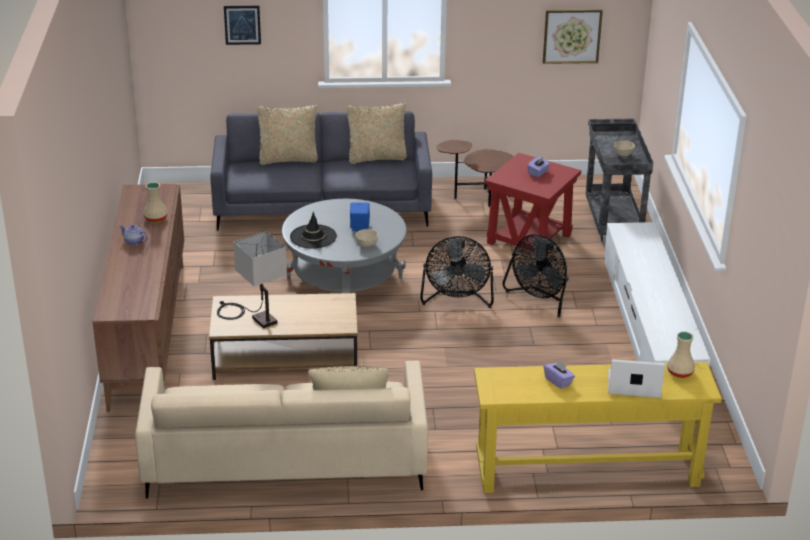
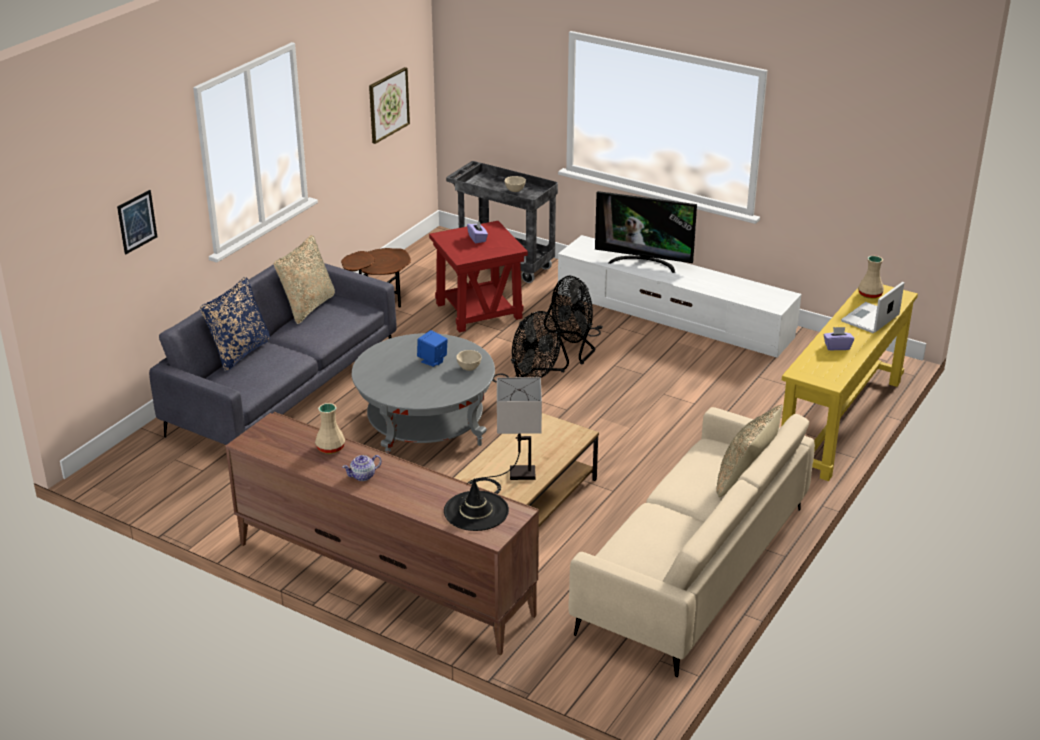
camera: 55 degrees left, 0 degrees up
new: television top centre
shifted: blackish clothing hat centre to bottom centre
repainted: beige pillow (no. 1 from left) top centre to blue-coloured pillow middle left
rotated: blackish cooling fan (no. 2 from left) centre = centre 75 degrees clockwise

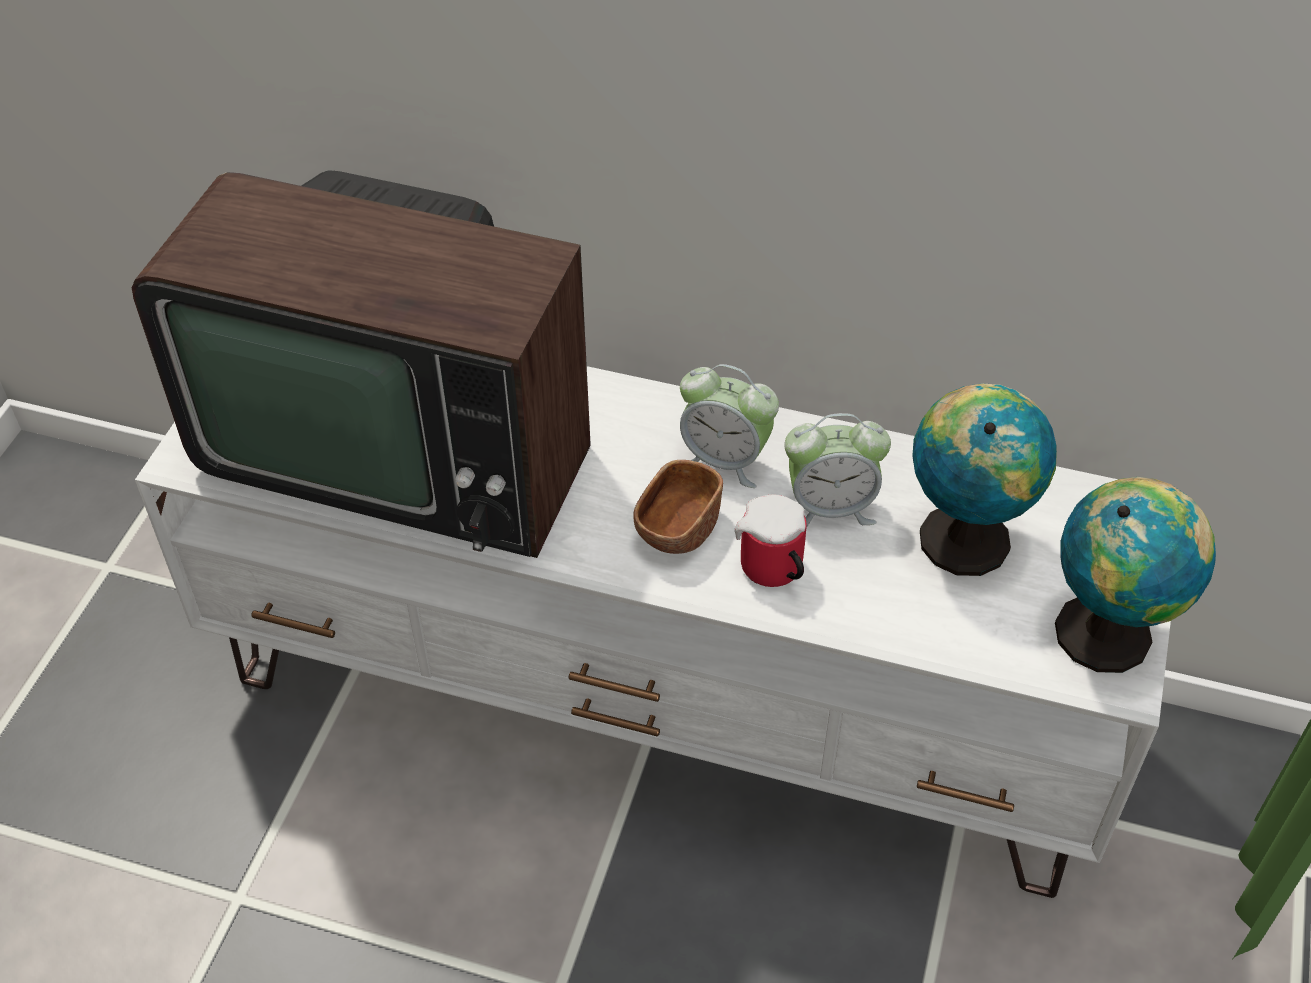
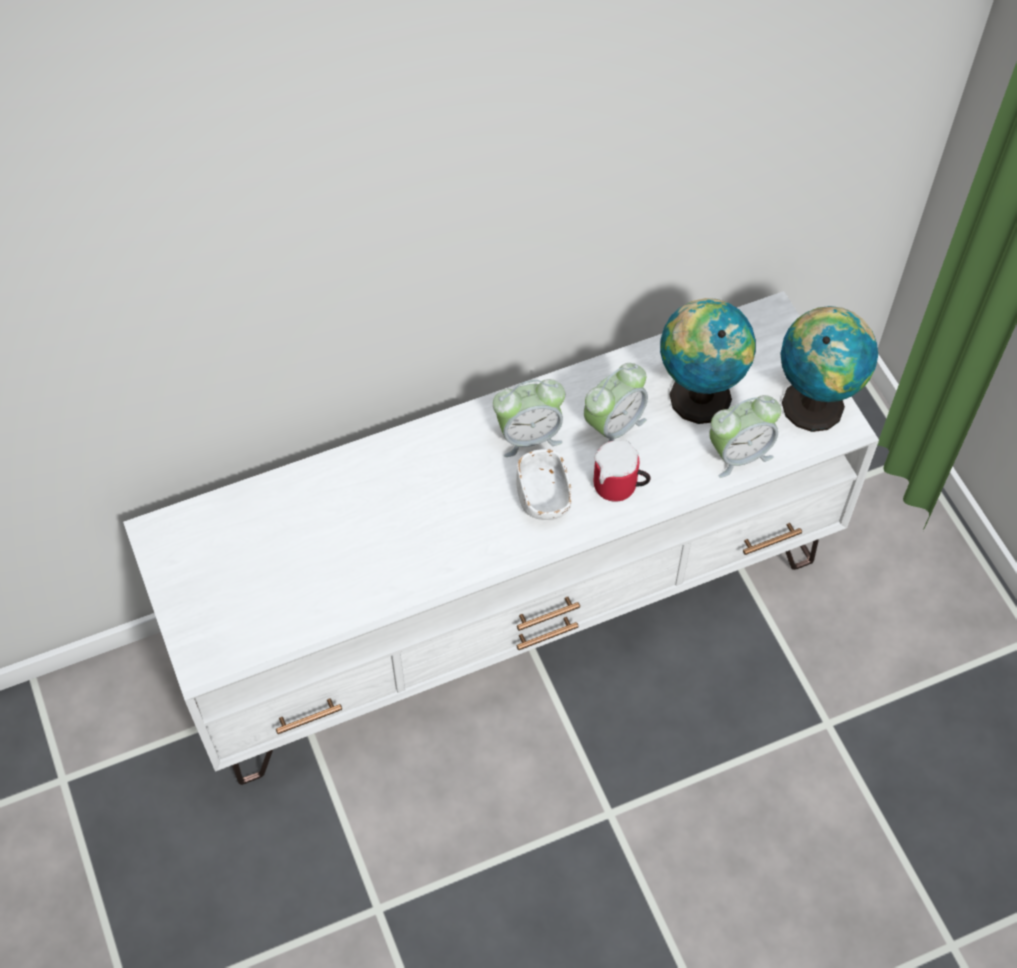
camera: 40 degrees left, 10 degrees up
gone: television middle left
new: bedside clock (no. 3 from left) middle right
repainted: brown deep dish centre to white-coloured deep dish centre

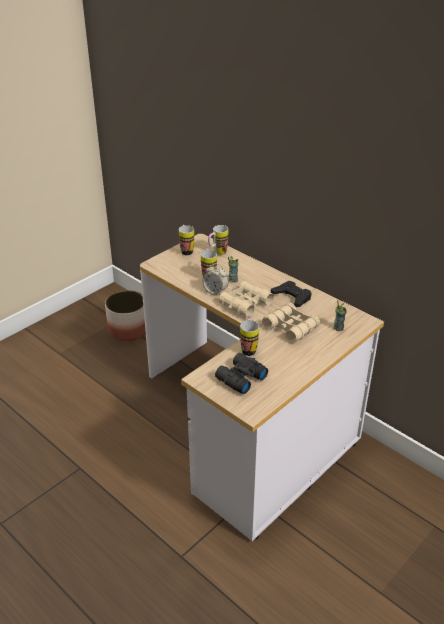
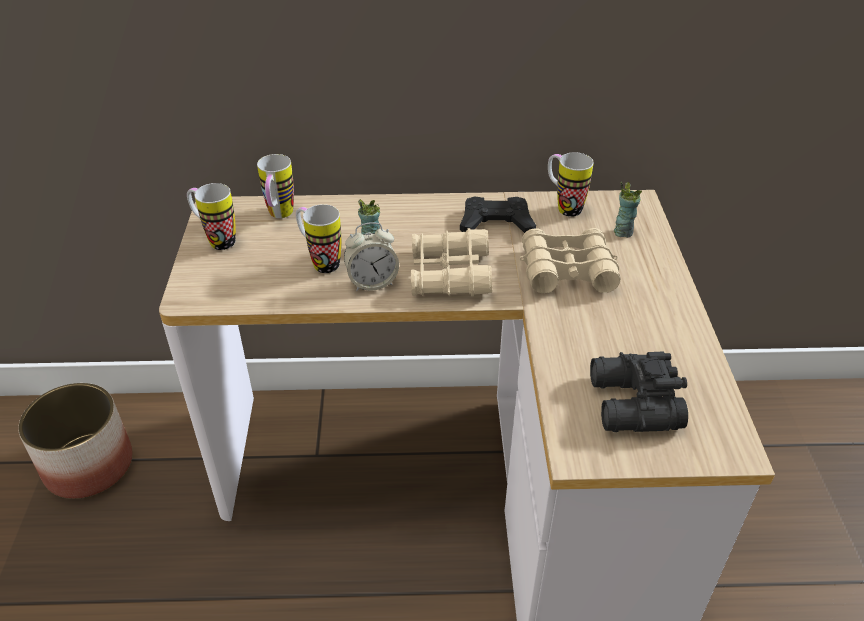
camera: 45 degrees left, 5 degrees up
shifted: mug (no. 4 from left) centre to top centre

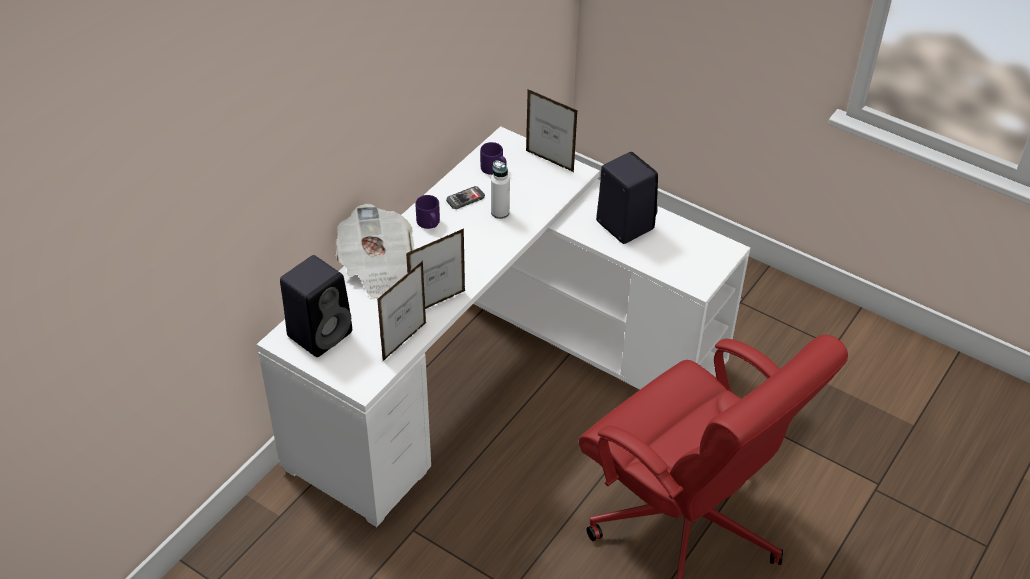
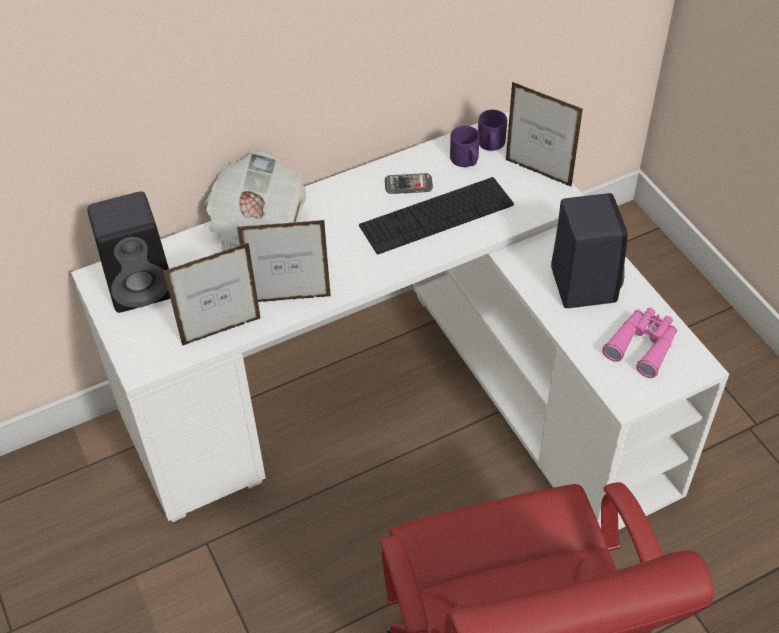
camera: 30 degrees right, 5 degrees up
new: pink-coloured pair of binoculars middle right
shifted: purplish mug (no. 1 from left in the first image) centre to purplish mug (no. 2 from left) top centre
swapped: white-coloured beverage bottle top centre to keyboard centre
rotated: standing frame (no. 3 from left) top centre = top right 150 degrees clockwise

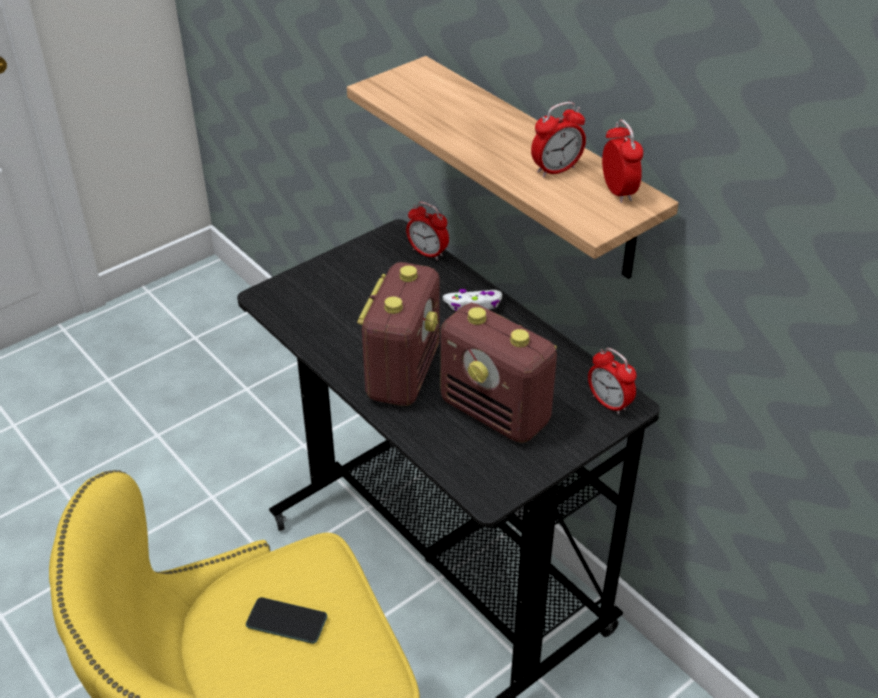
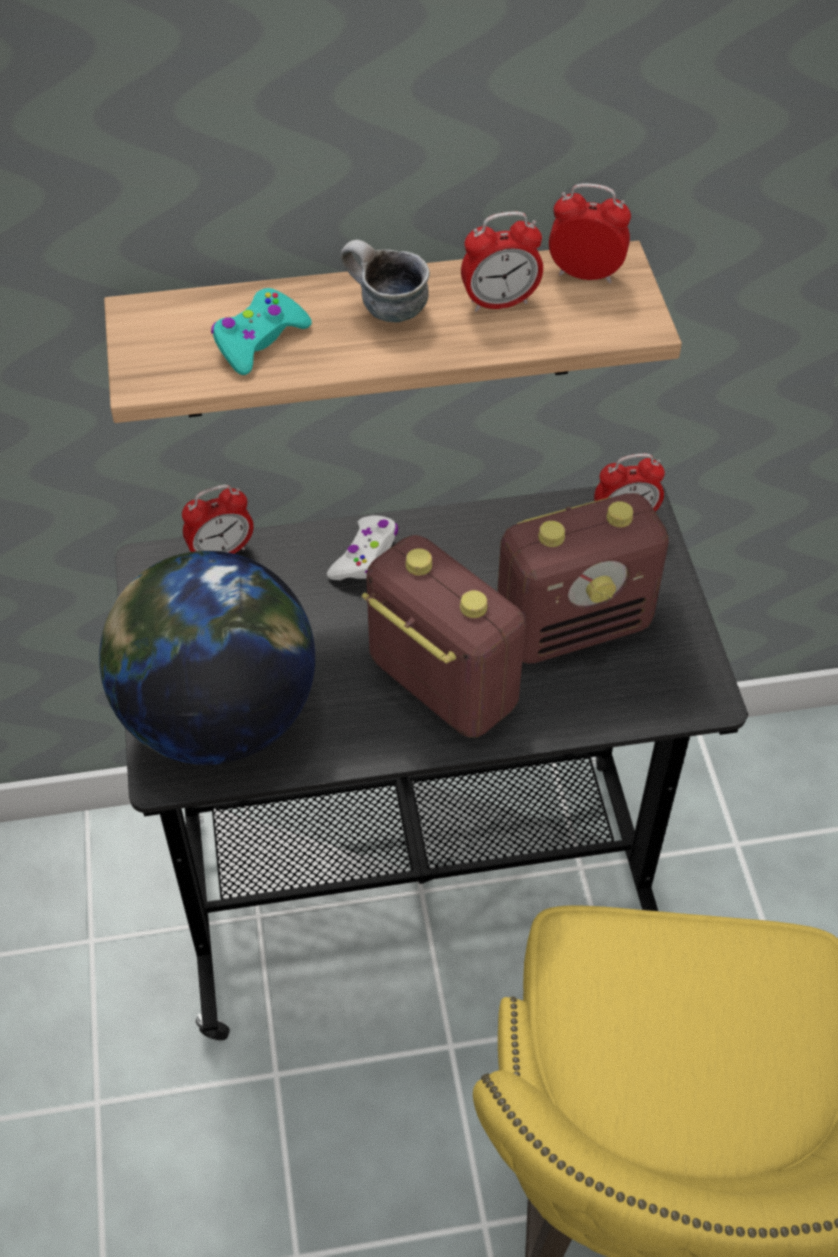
camera: 60 degrees left, 10 degrees up
gone: handset bottom left
new: world globe middle left; turquoise game controller top left; mug top centre
rotated: bedside clock (no. 2 from left) top centre = top centre 75 degrees clockwise

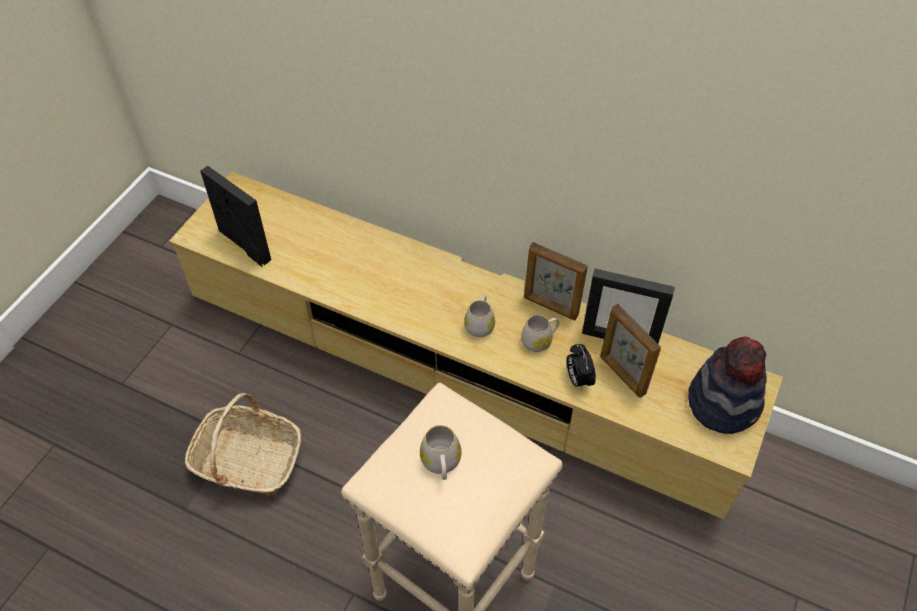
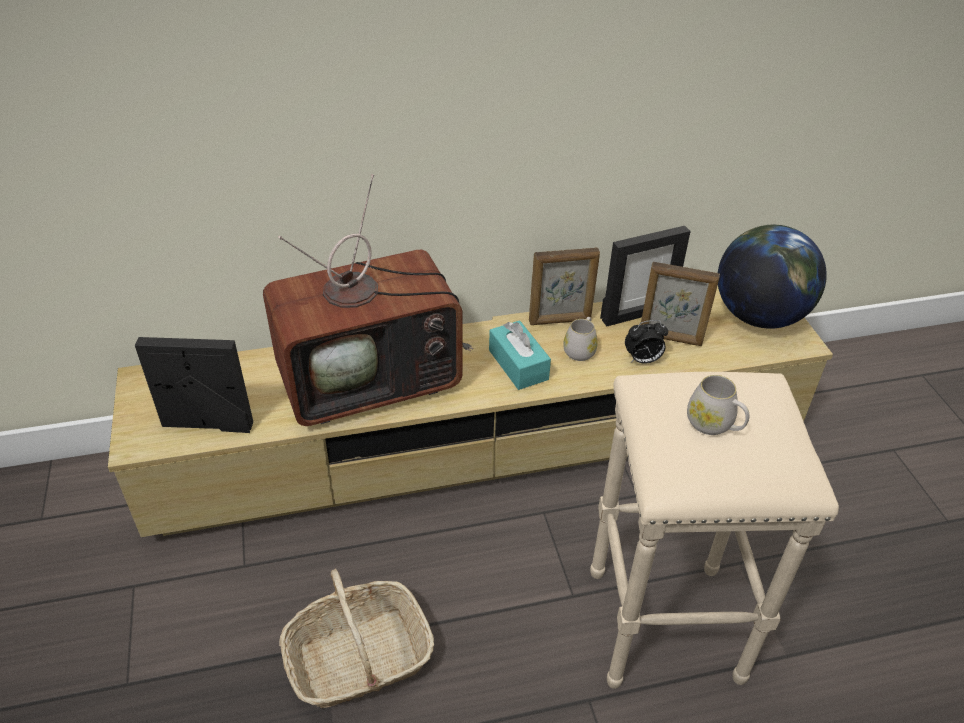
camera: 40 degrees left, 10 degrees down
new: television centre
swapped: white-coloured mug (no. 2 from left) centre to turquoise tissue box centre; clothing hat middle right to world globe middle right
rotated: bedside clock centre = middle right 45 degrees counterclockwise

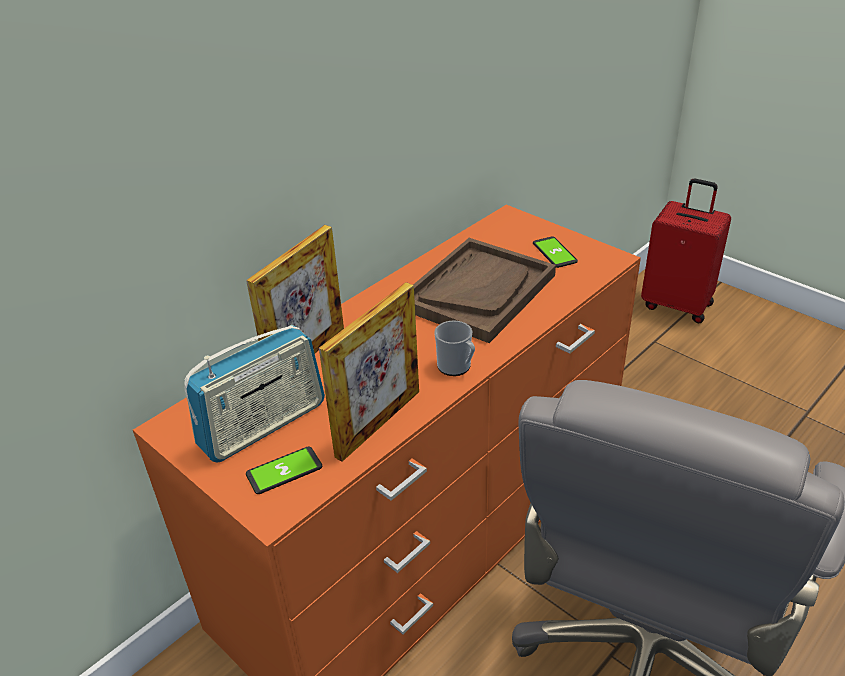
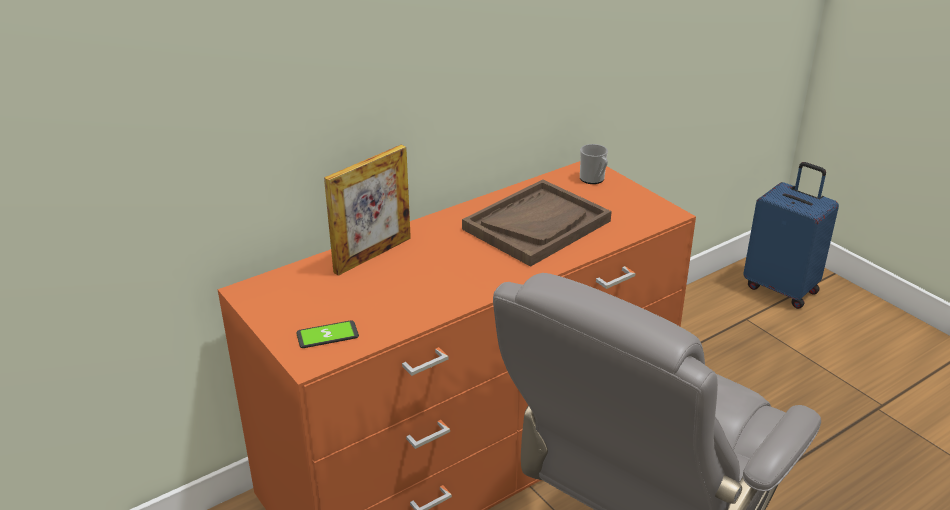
camera: 10 degrees right, 5 degrees down
gone: radio middle left; standing frame (no. 2 from left) centre; handset (no. 2 from left) centre
shifted: mug centre to top centre
repainted: red piece of luggage middle right to blue-coloured piece of luggage middle right

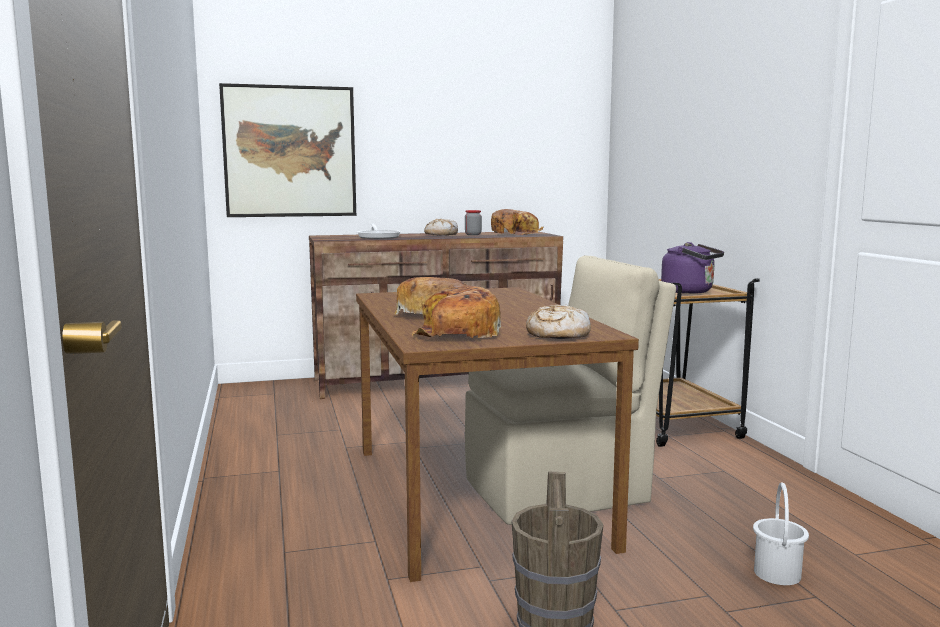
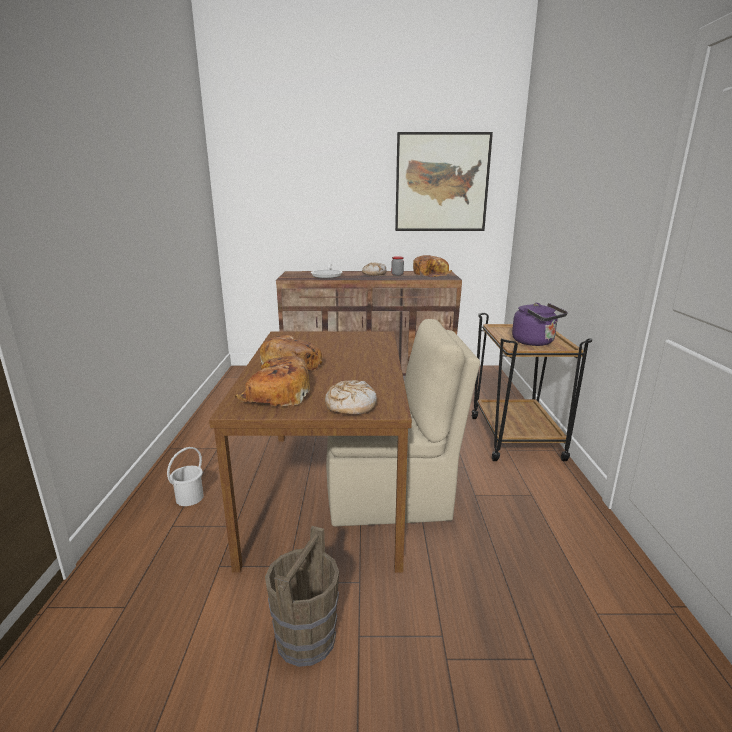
camera: 15 degrees right, 10 degrees up
shifted: picture top left to top centre; white-coloured water bucket bottom right to middle left

